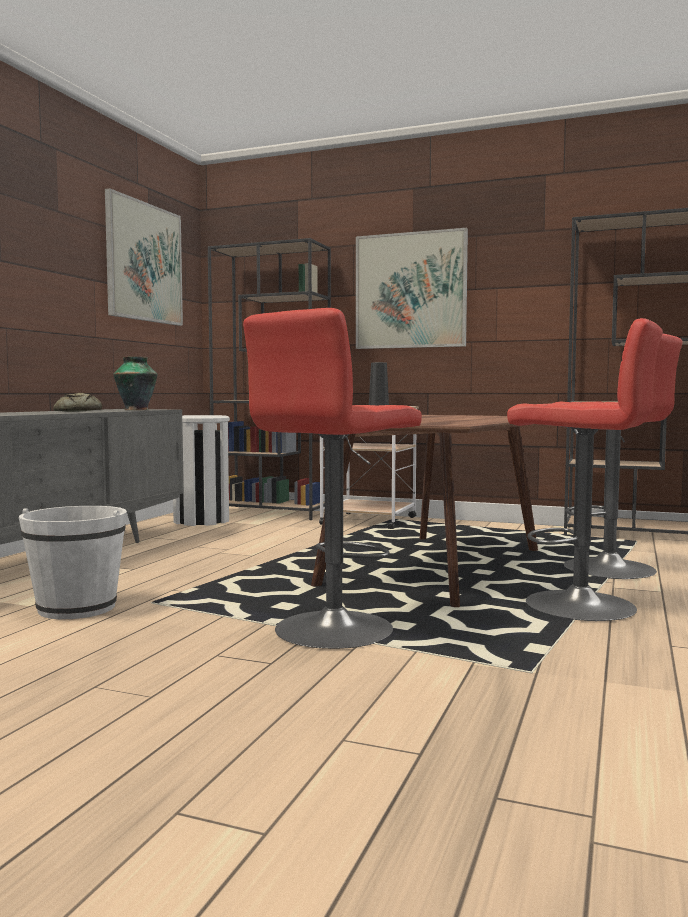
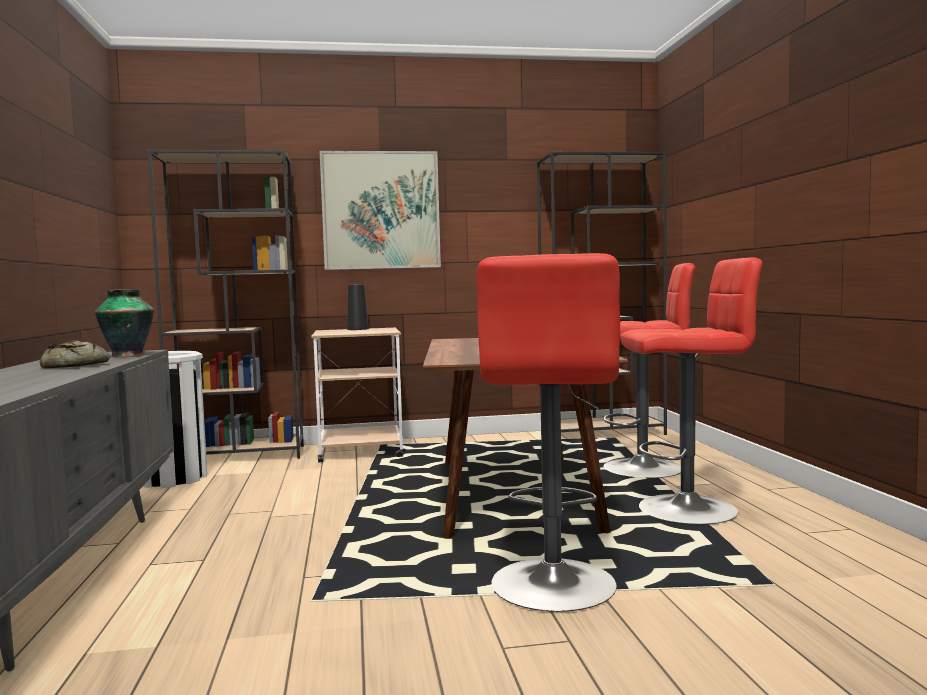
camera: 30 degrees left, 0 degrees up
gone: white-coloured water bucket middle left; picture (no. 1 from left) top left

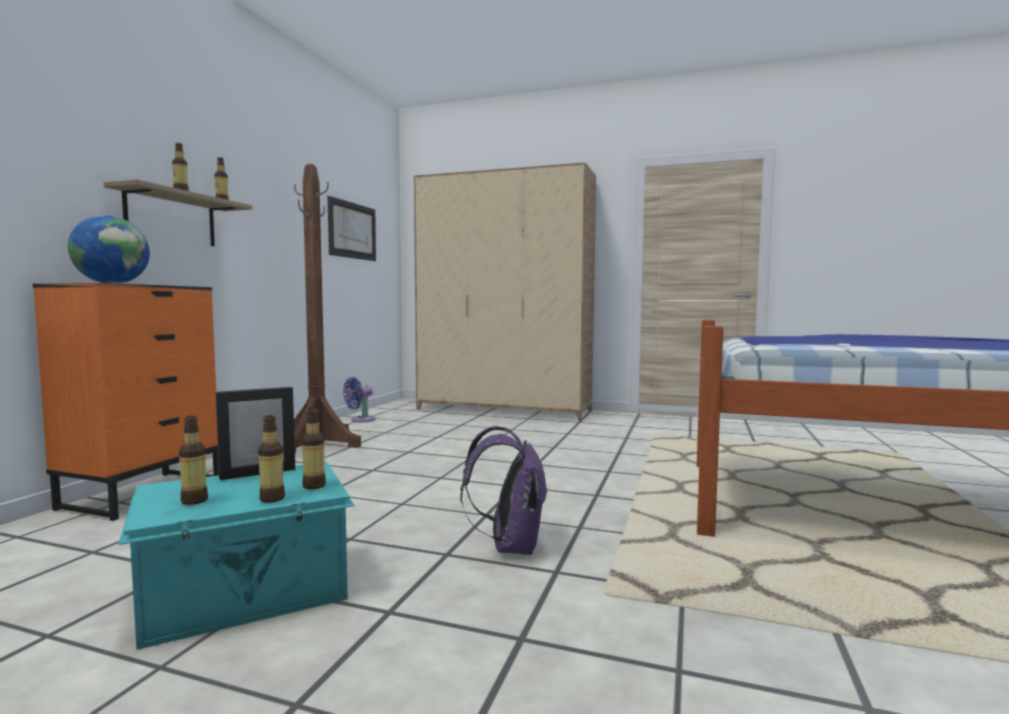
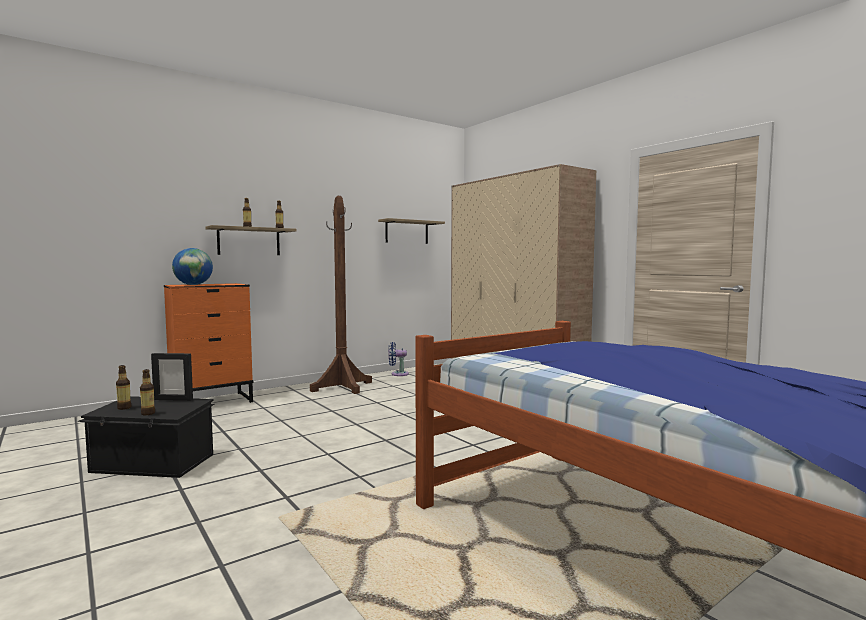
camera: 35 degrees right, 0 degrees up
gone: beverage bottle (no. 5 from left) middle left; purplish backpack bottom centre
swapped: picture top centre to bracket shelf (no. 2 from left) centre
repainted: turquoise storage container bottom left to blackish storage container bottom left

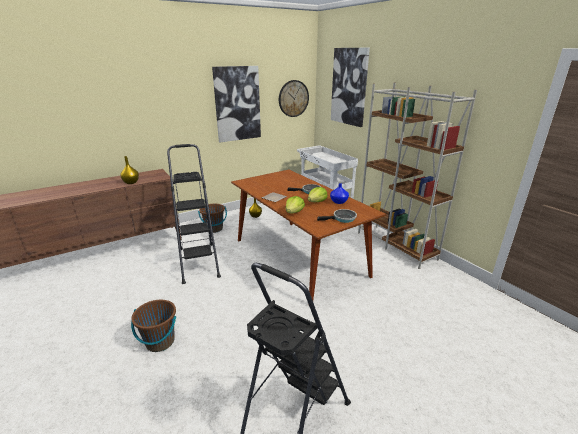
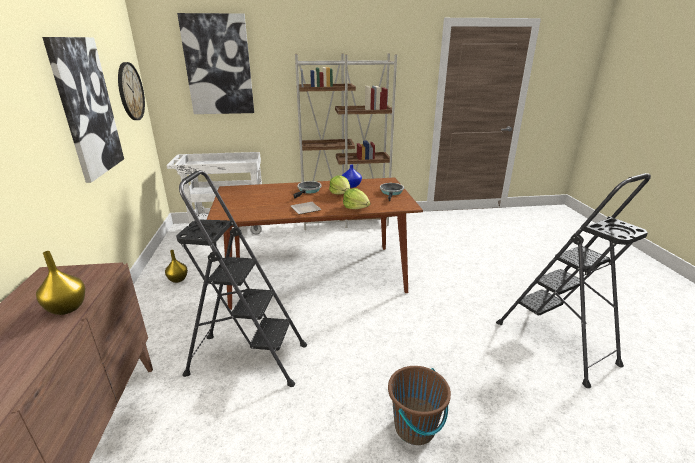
camera: 65 degrees left, 0 degrees up
gone: brown water bucket (no. 2 from left) centre

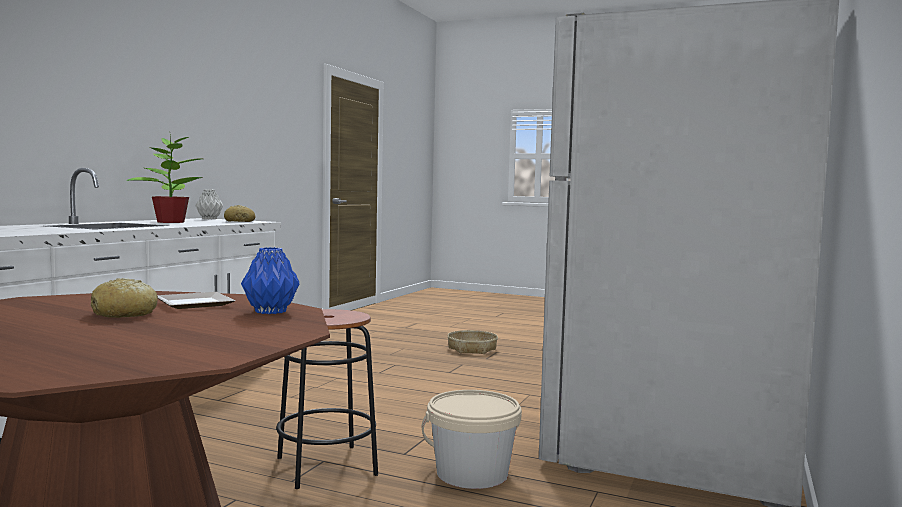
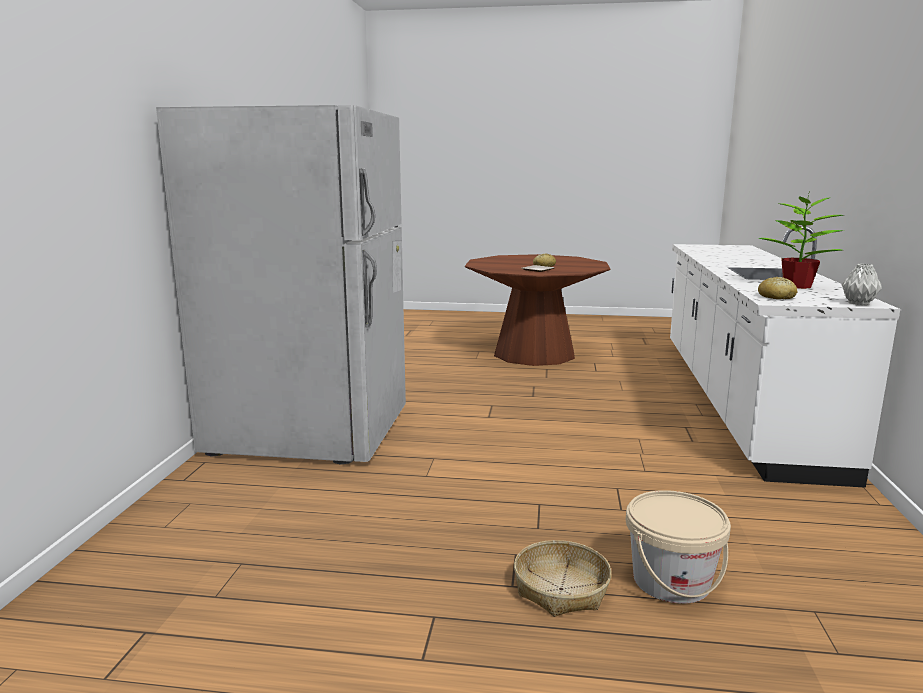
camera: 165 degrees right, 10 degrees up
gone: blue-coloured decorative vase middle left; blackish stool seat bottom centre
shifted: beige water bucket bottom centre to bottom right

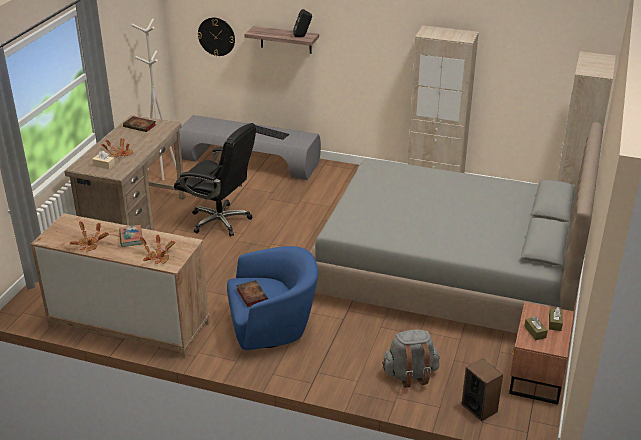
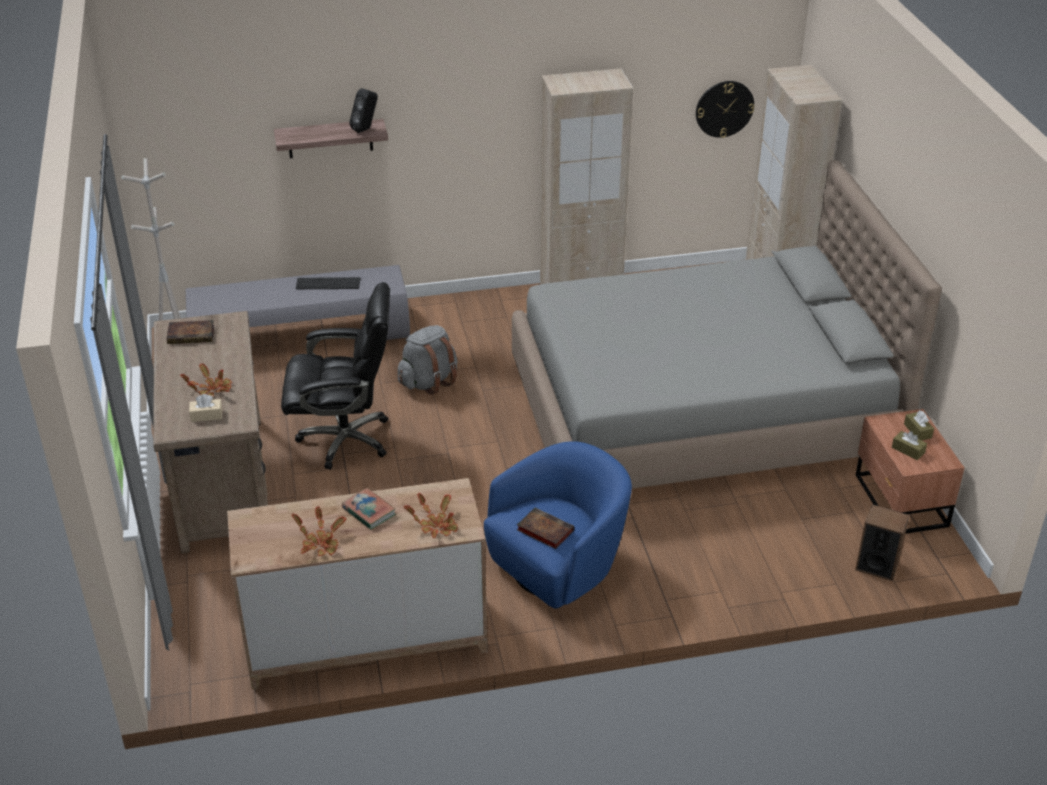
camera: 30 degrees left, 5 degrees up
shifted: wall clock top centre to top right; greyish backpack bottom centre to centre

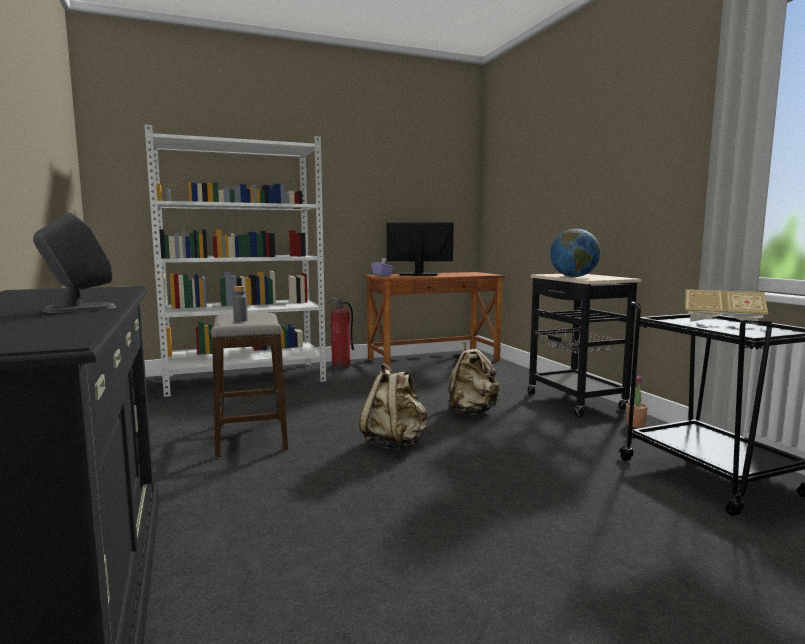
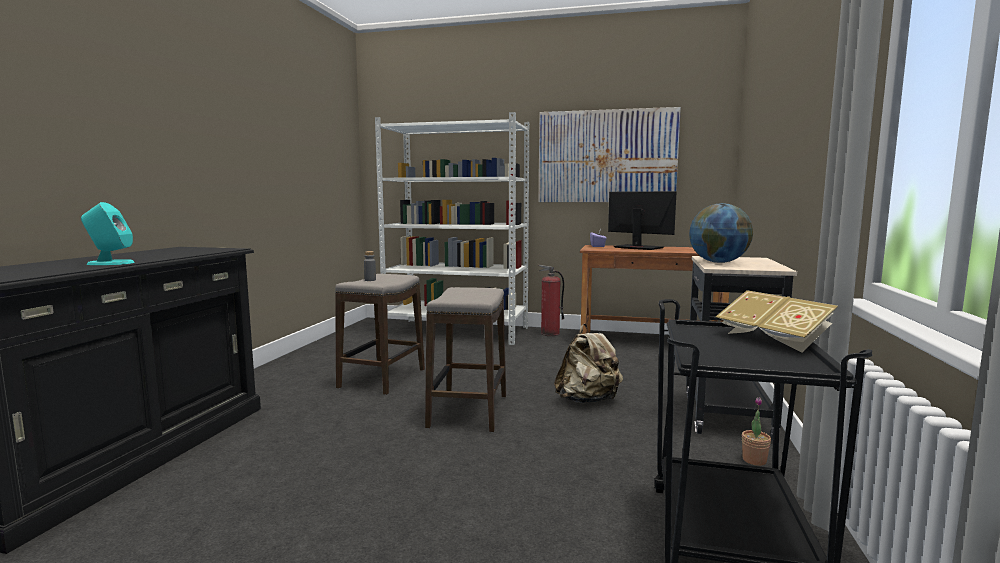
camera: 35 degrees right, 0 degrees up
new: picture top centre
swapped: beige backpack (no. 1 from left) centre to stool seat (no. 2 from left) centre
repainted: greyish loudspeaker middle left to turquoise loudspeaker middle left

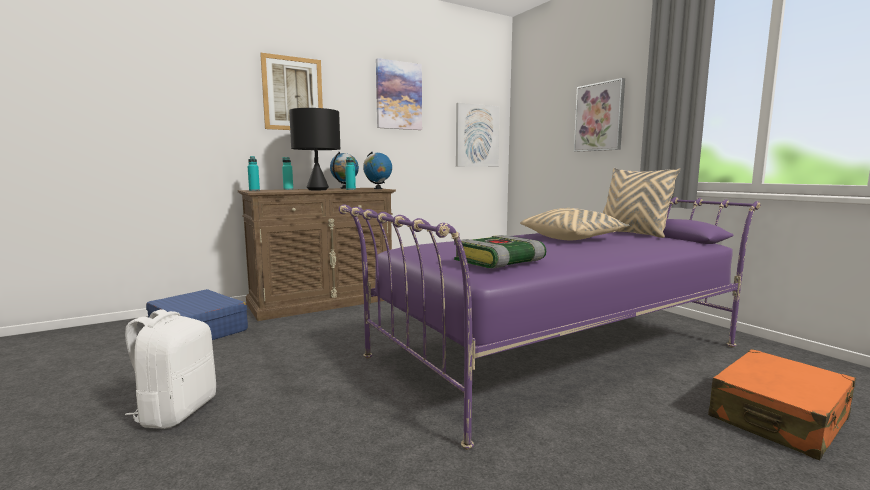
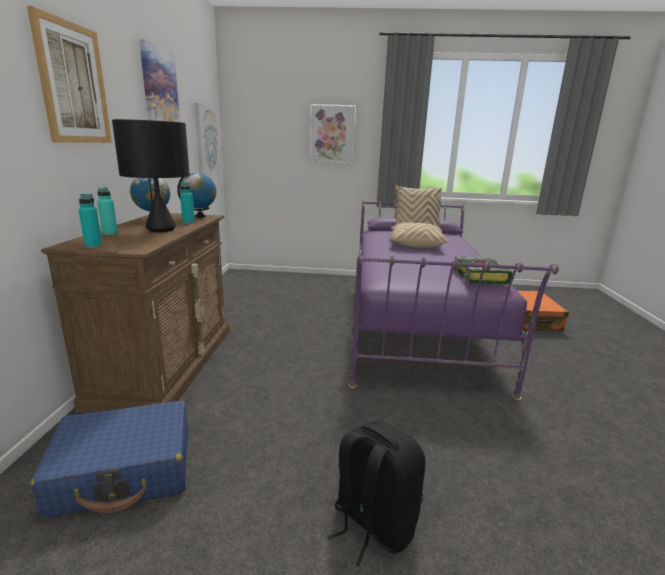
camera: 55 degrees left, 10 degrees up
repainted: white-coloured backpack bottom left to blackish backpack bottom centre

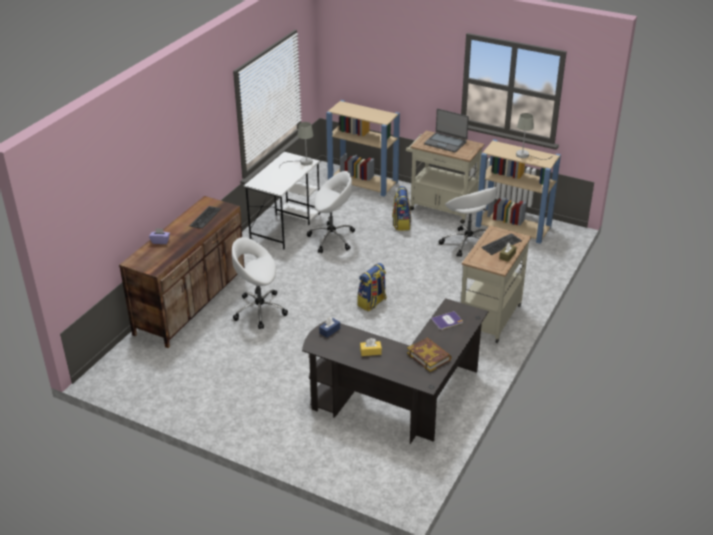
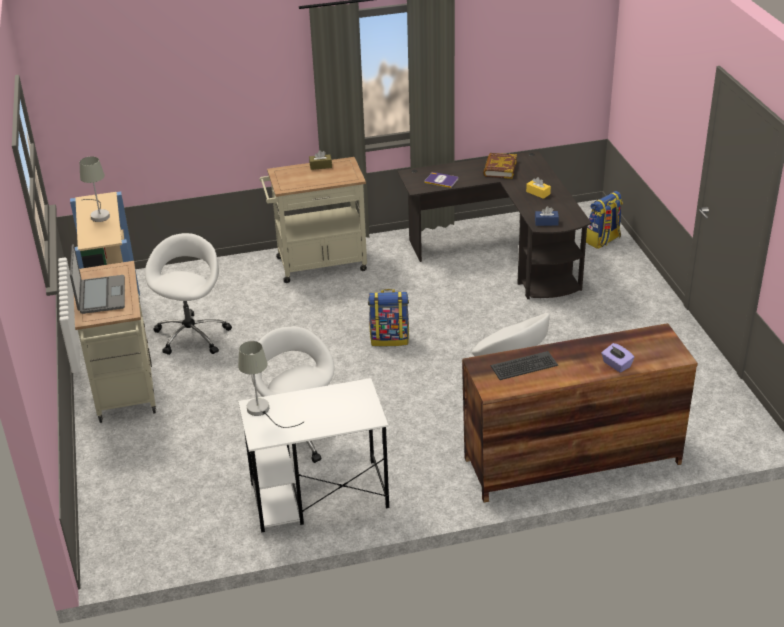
camera: 130 degrees left, 0 degrees up
gone: beige shelving unit (no. 1 from left) top centre; keyboard (no. 2 from left) middle right
shifted: backpack (no. 2 from left) centre to middle right

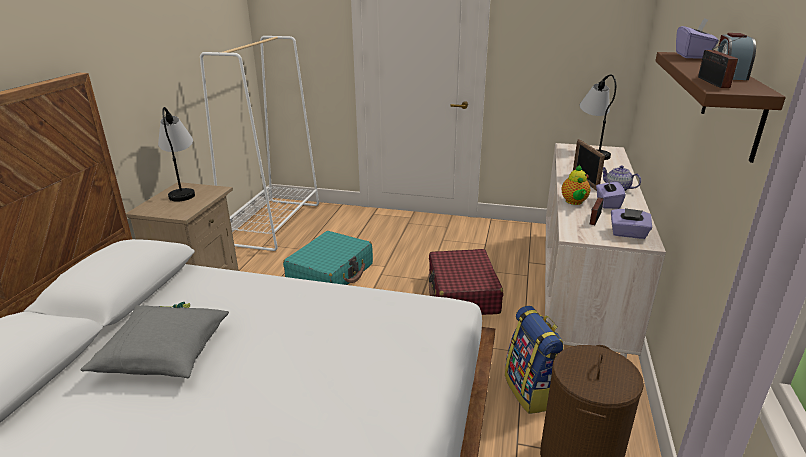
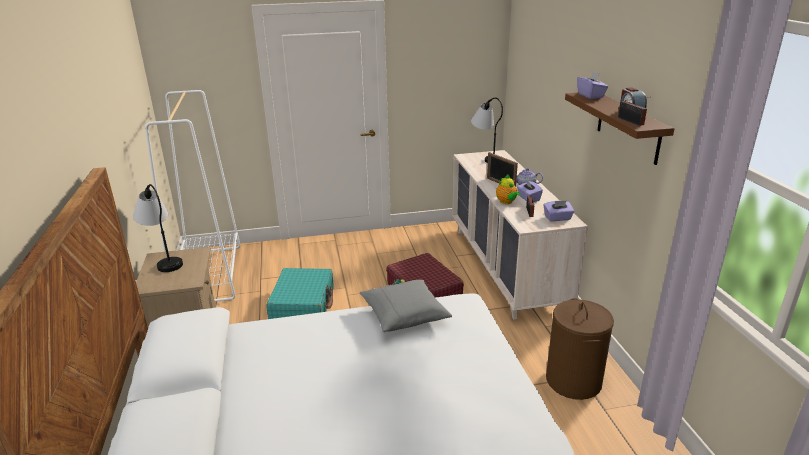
camera: 25 degrees left, 0 degrees up
gone: backpack bottom centre
shifted: greyish pillow bottom left to bottom centre

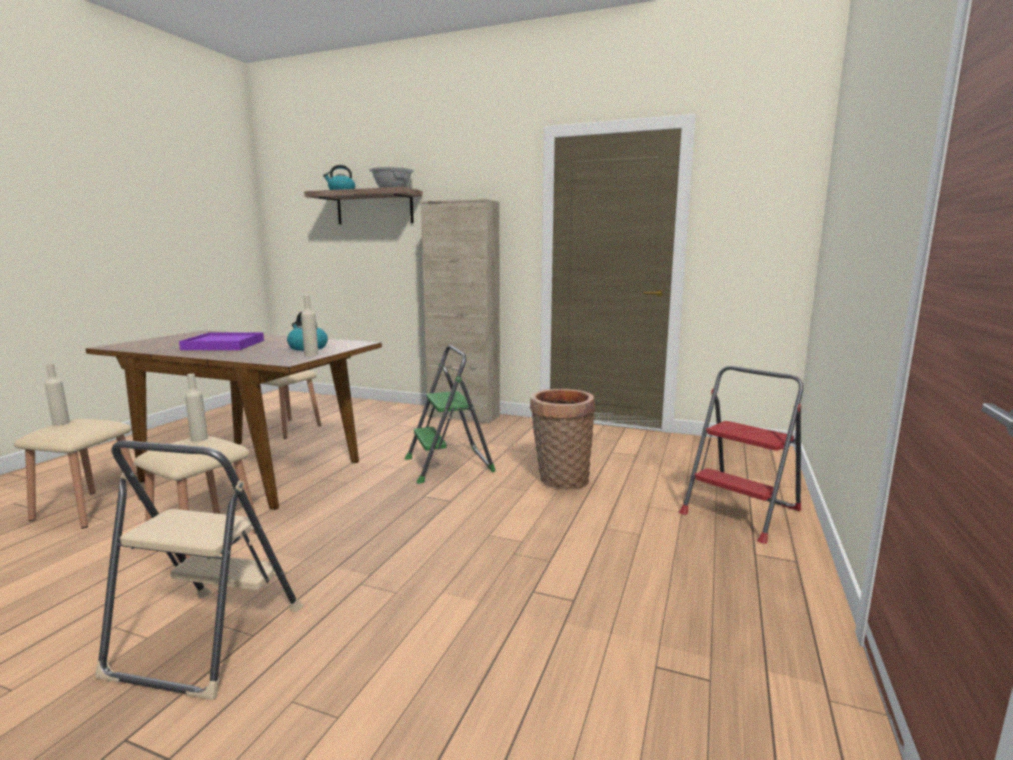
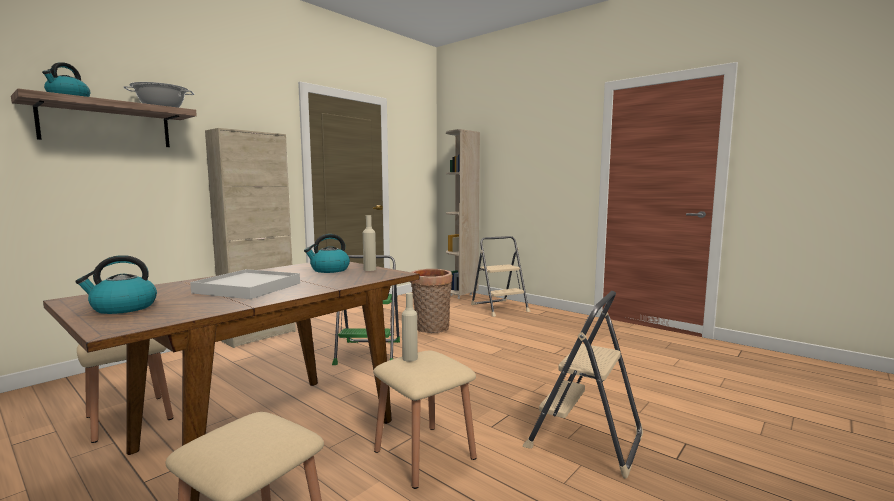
camera: 70 degrees left, 5 degrees down
gone: beige beverage bottle (no. 1 from left) middle left
new: tea kettle (no. 2 from left) middle left; beige shelving unit centre
repainted: purplish carrying tray middle left to white-coloured carrying tray middle left; red step stool middle right to beige step stool (no. 1 from left) centre

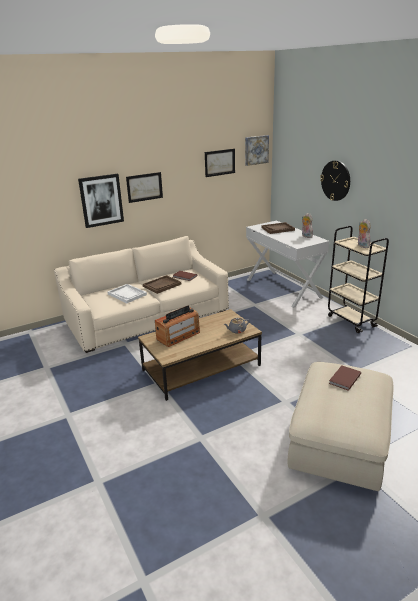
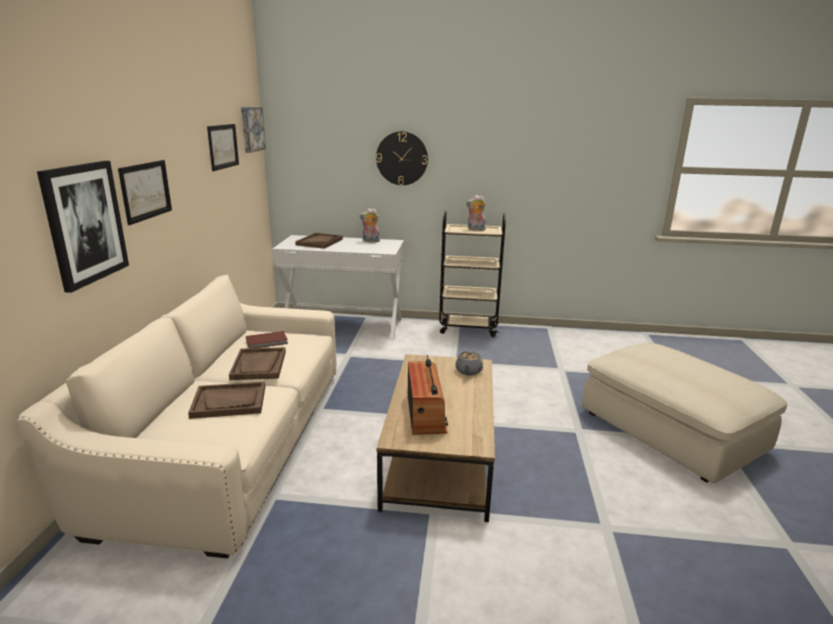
camera: 55 degrees left, 5 degrees down
gone: brown book (no. 2 from left) middle right
repainted: white-coloured carrying tray middle left to brown carrying tray (no. 1 from left) middle left

